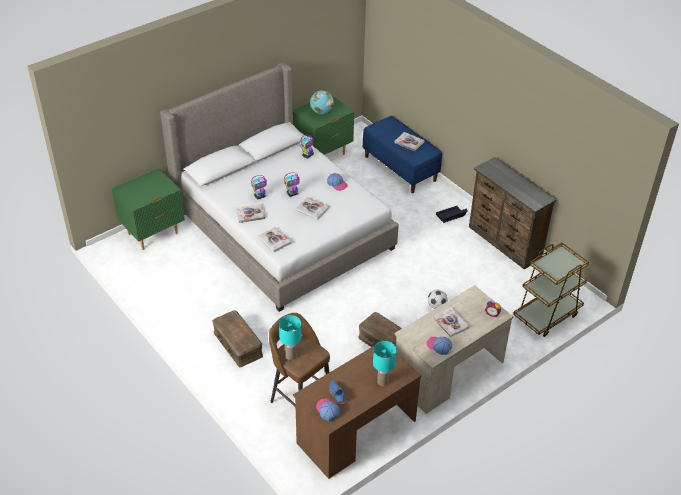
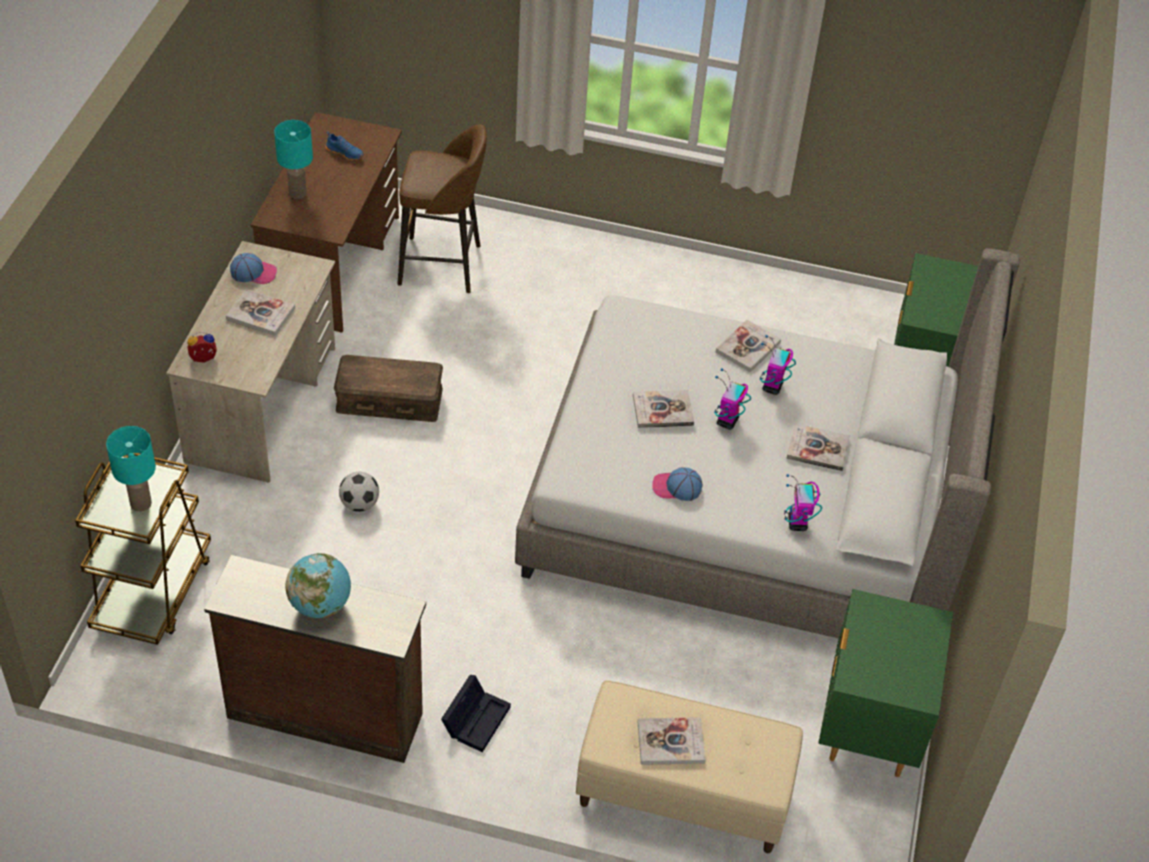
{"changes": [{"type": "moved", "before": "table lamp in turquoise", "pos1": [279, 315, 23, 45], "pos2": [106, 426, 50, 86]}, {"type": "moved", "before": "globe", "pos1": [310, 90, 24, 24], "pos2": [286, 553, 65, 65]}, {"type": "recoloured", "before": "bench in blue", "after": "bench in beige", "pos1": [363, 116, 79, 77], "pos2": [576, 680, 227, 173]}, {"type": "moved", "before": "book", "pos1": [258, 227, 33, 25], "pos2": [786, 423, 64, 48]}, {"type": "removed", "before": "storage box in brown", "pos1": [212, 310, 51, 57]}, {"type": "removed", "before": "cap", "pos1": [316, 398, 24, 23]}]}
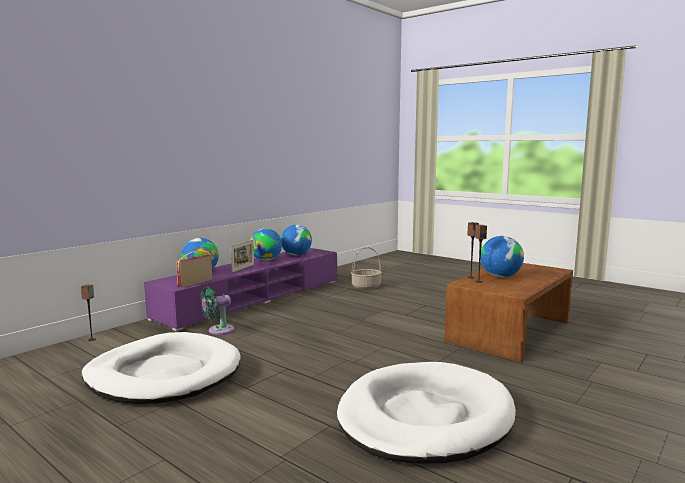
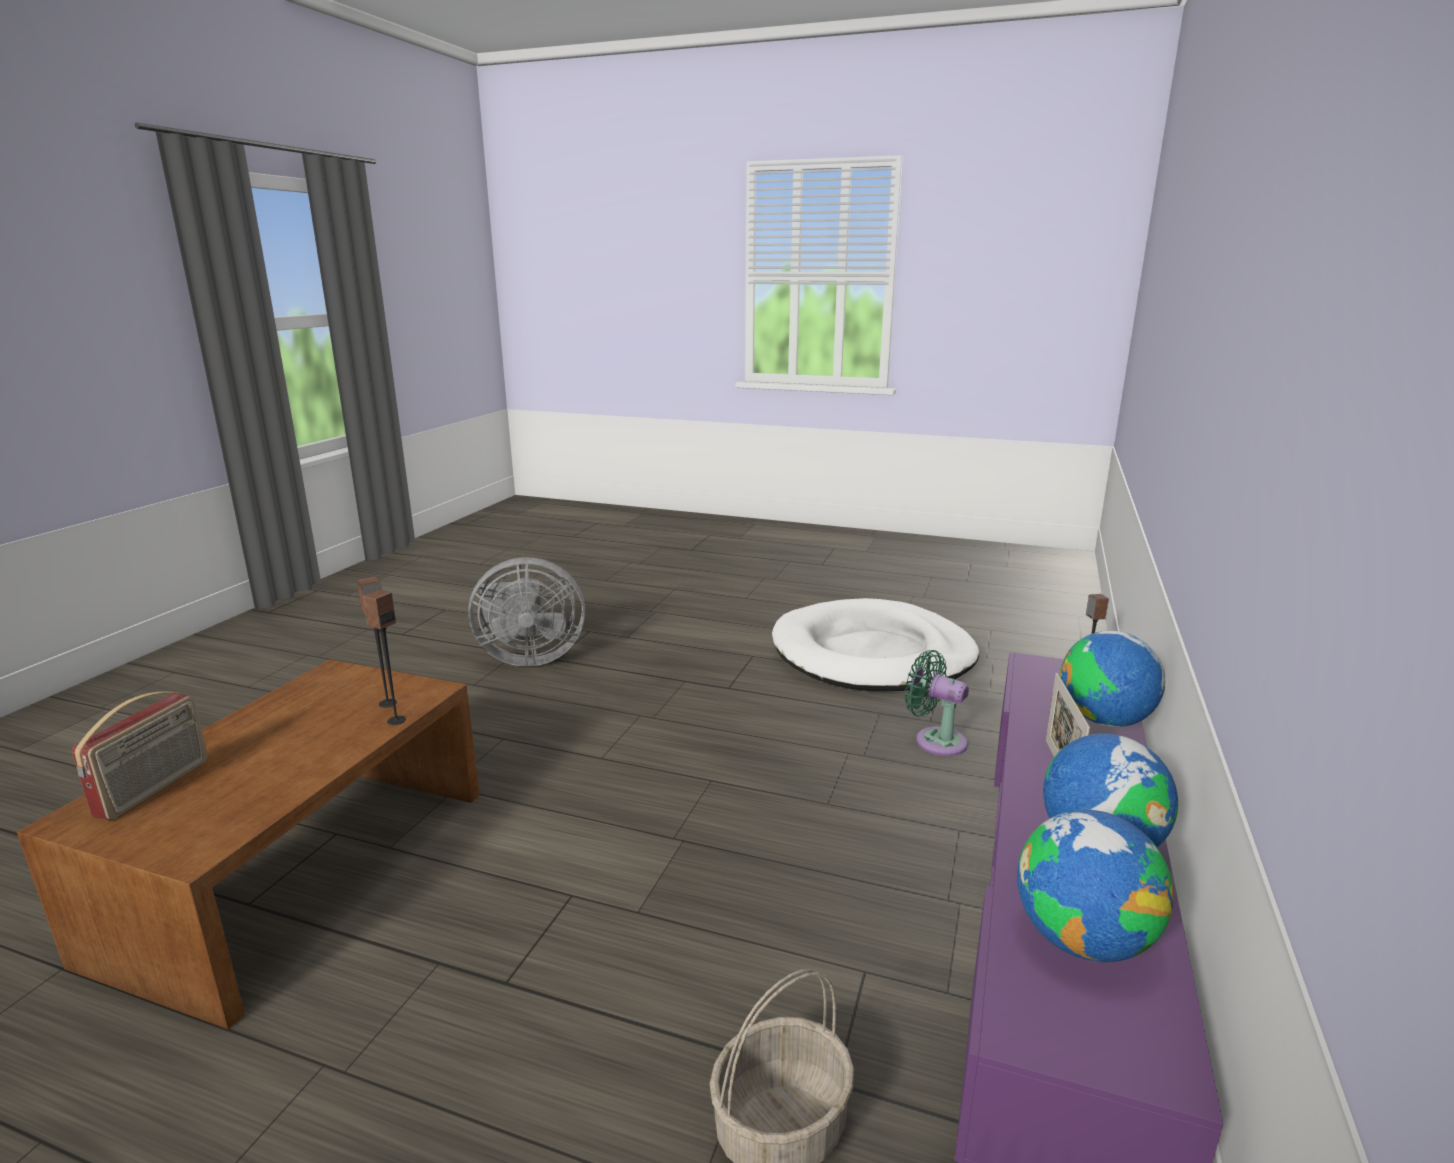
{"changes": [{"type": "moved", "before": "radio", "pos1": [176, 251, 36, 36], "pos2": [72, 691, 136, 129]}, {"type": "replaced", "before": "dog bed in white", "after": "fan in grey", "pos1": [337, 362, 179, 102], "pos2": [468, 557, 117, 109]}, {"type": "turned", "before": "fan in green", "pos1": [200, 286, 35, 49], "pos2": [905, 650, 64, 106], "turn": -90}, {"type": "removed", "before": "globe", "pos1": [481, 236, 43, 41]}]}
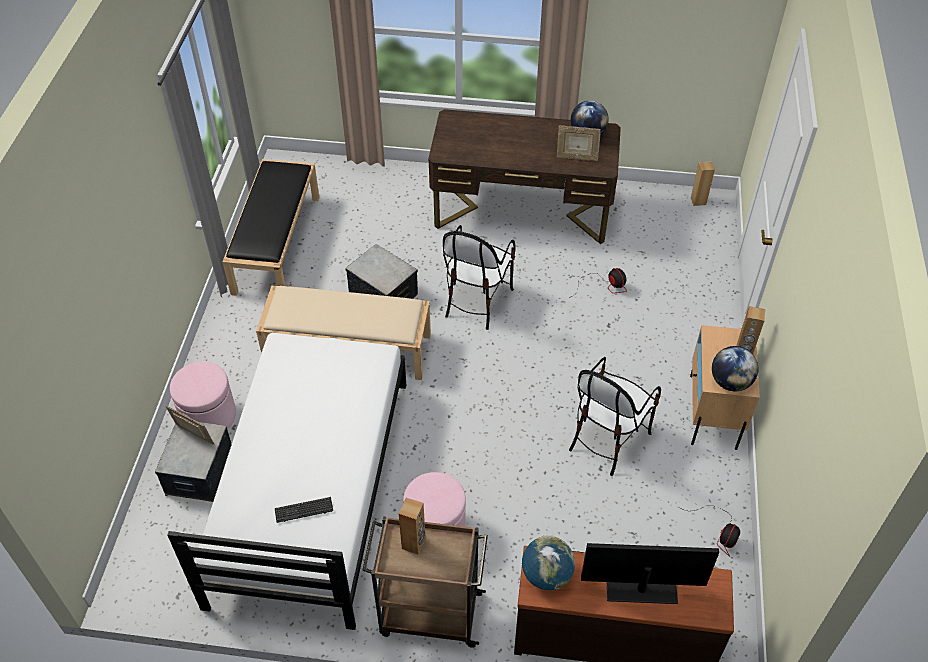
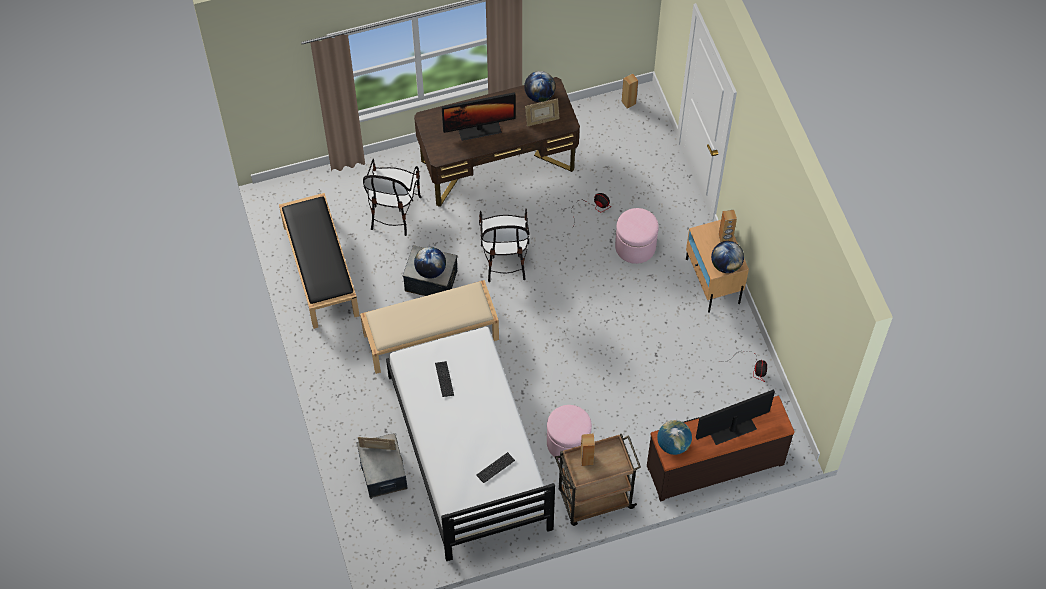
{"changes": [{"type": "moved", "before": "chair", "pos1": [569, 357, 92, 119], "pos2": [363, 159, 59, 77]}, {"type": "added", "after": "globe", "pos2": [414, 247, 32, 31]}, {"type": "added", "after": "keyboard", "pos2": [435, 361, 19, 36]}, {"type": "added", "after": "monitor", "pos2": [442, 92, 74, 49]}, {"type": "moved", "before": "ottoman in pink", "pos1": [170, 362, 66, 68], "pos2": [615, 208, 44, 56]}]}
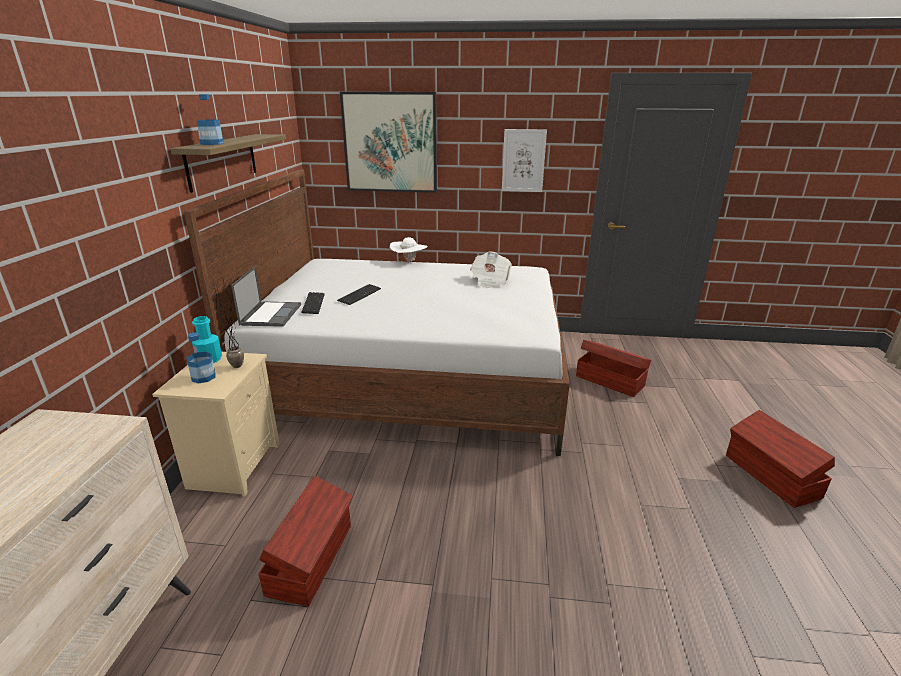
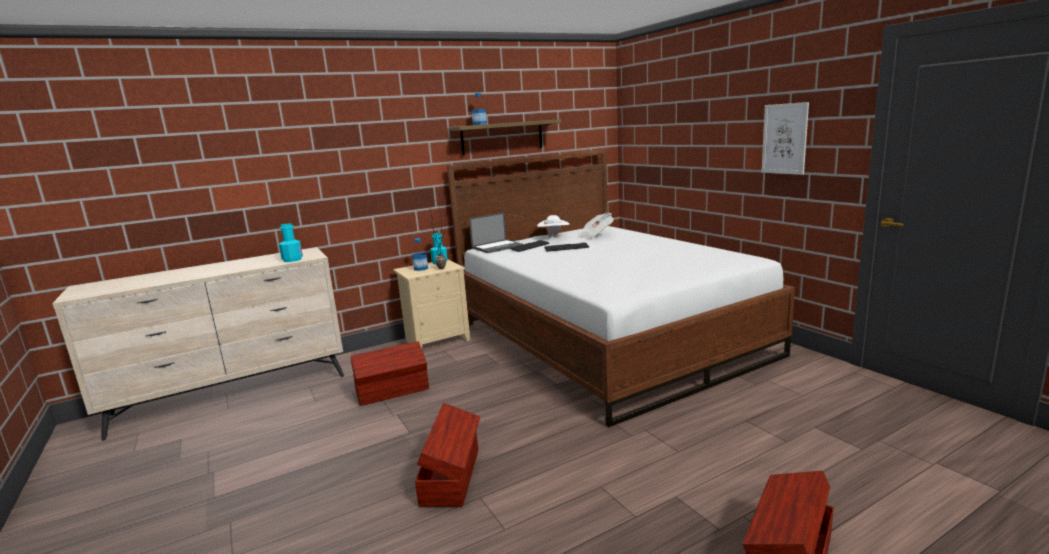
{"changes": [{"type": "added", "after": "bottle in turquoise", "pos2": [279, 224, 24, 38]}, {"type": "moved", "before": "storage box in brown", "pos1": [576, 340, 75, 57], "pos2": [415, 403, 65, 104]}, {"type": "moved", "before": "hat in white", "pos1": [390, 237, 38, 26], "pos2": [537, 215, 33, 23]}, {"type": "moved", "before": "newspaper", "pos1": [470, 252, 42, 36], "pos2": [577, 213, 37, 25]}, {"type": "removed", "before": "picture", "pos1": [340, 92, 97, 101]}]}
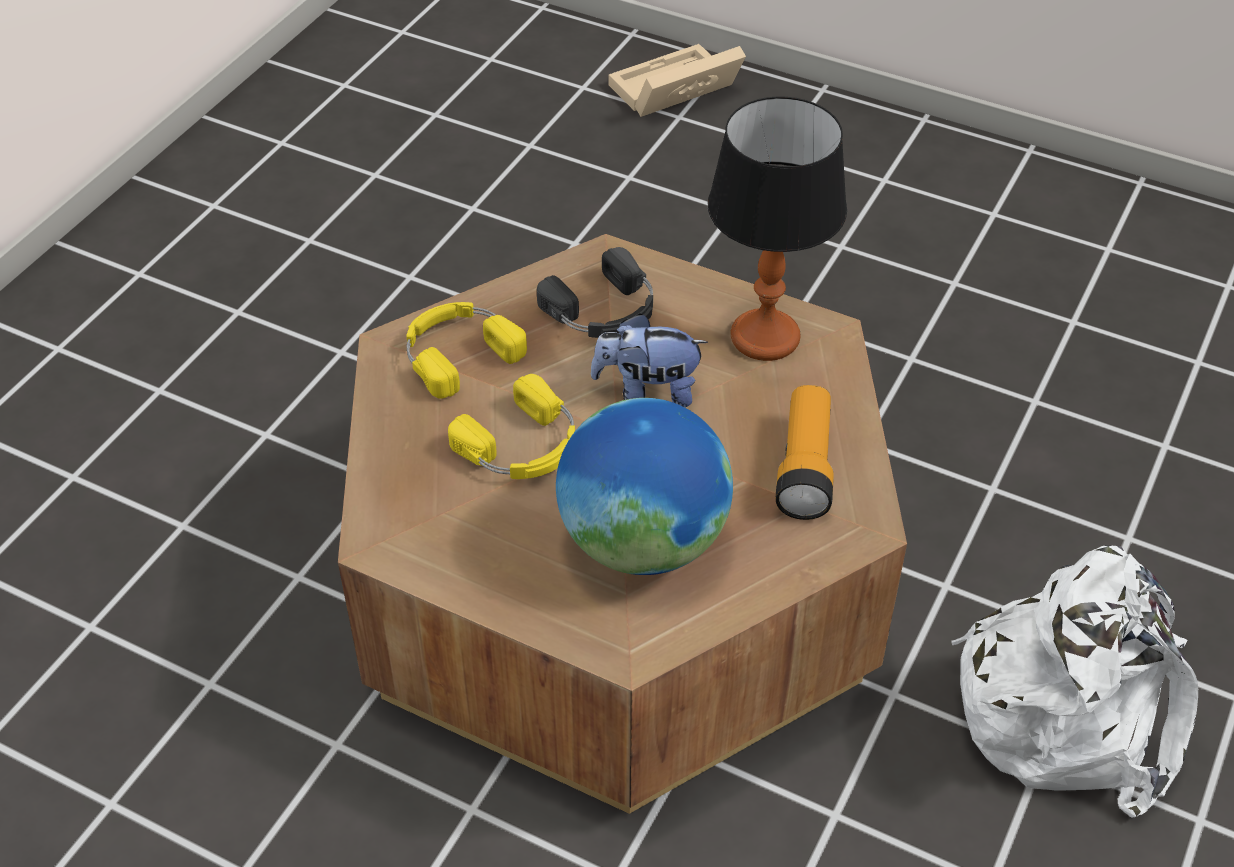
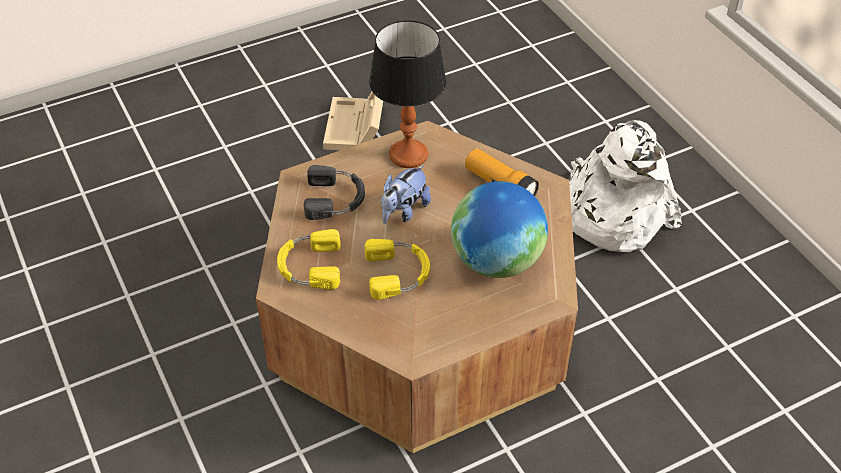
{"changes": [{"type": "moved", "before": "storage box in beige", "pos1": [609, 44, 137, 73], "pos2": [323, 92, 60, 58]}]}
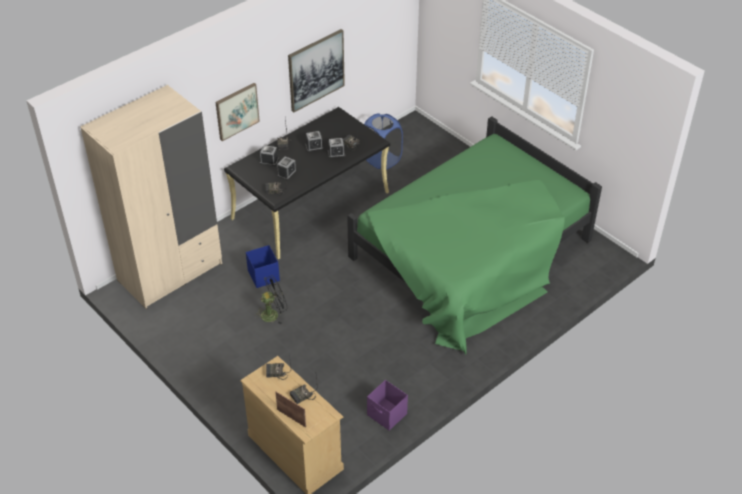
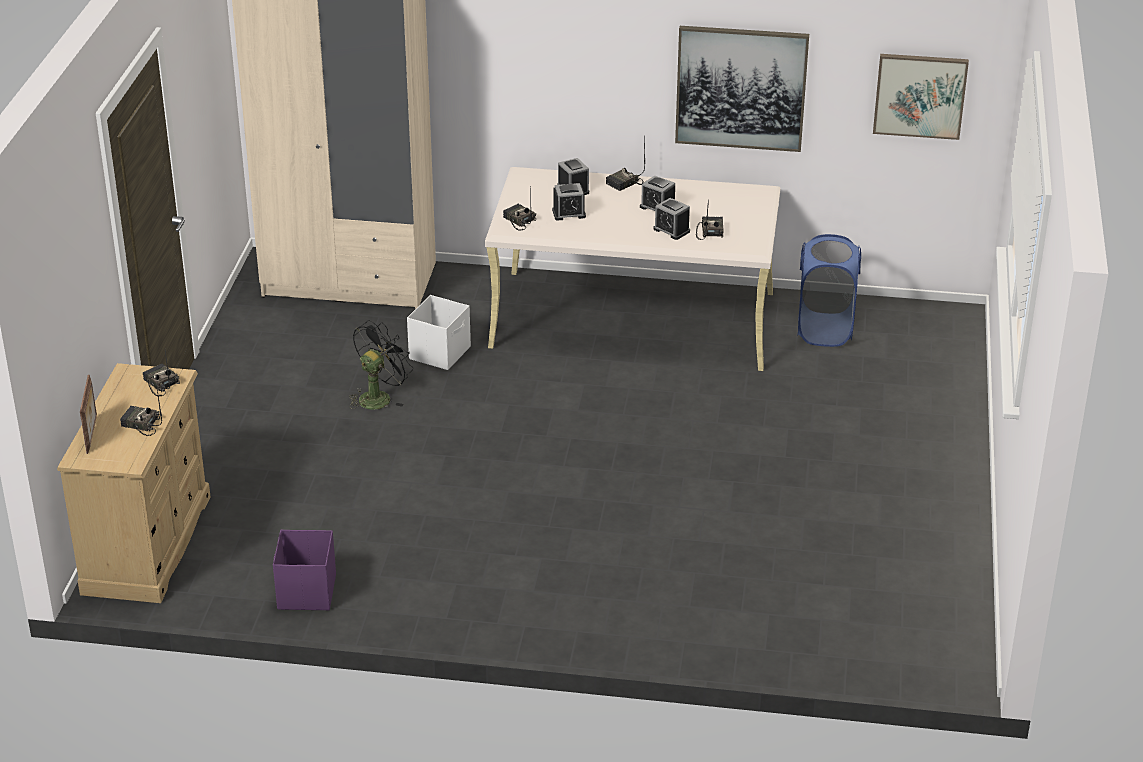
{"changes": [{"type": "turned", "before": "fan in black", "pos1": [255, 275, 33, 49], "pos2": [349, 320, 64, 90], "turn": -75}, {"type": "recoloured", "before": "storage box in blue", "after": "storage box in white", "pos1": [246, 245, 34, 43], "pos2": [407, 295, 64, 75]}, {"type": "recoloured", "before": "desk in black", "after": "desk in beige", "pos1": [224, 107, 166, 152], "pos2": [485, 167, 296, 204]}, {"type": "moved", "before": "picture", "pos1": [215, 83, 45, 58], "pos2": [873, 54, 96, 86]}, {"type": "removed", "before": "bed in green", "pos1": [347, 116, 255, 239]}]}
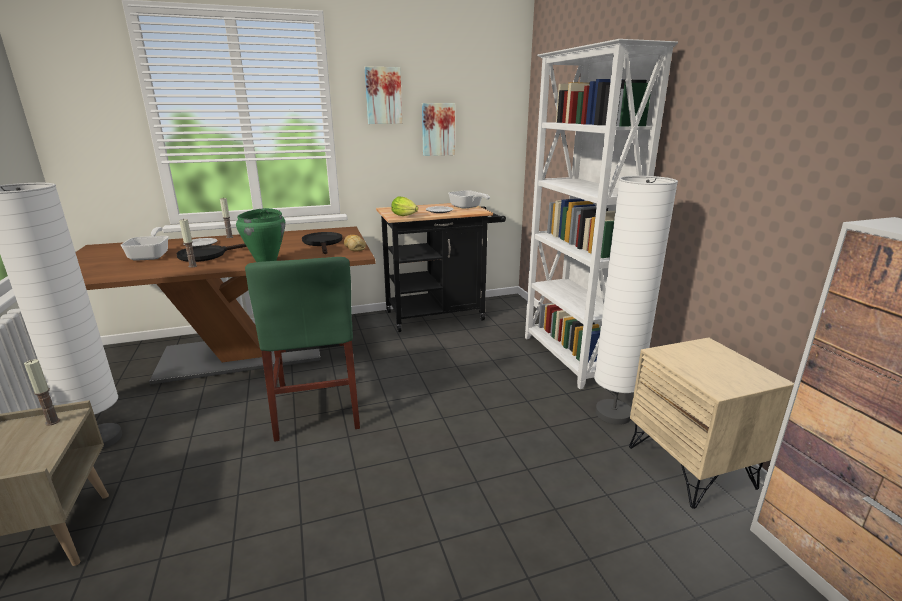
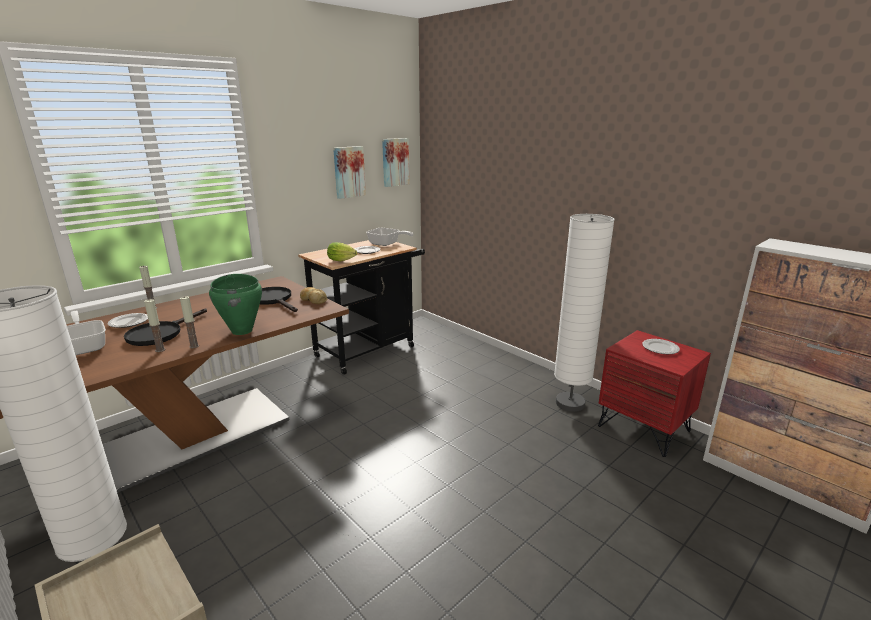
{"changes": [{"type": "moved", "before": "candle", "pos1": [24, 359, 36, 67], "pos2": [180, 296, 19, 52]}, {"type": "moved", "before": "picture", "pos1": [365, 66, 37, 58], "pos2": [382, 138, 27, 49]}, {"type": "recoloured", "before": "nightstand in beige", "after": "nightstand in red", "pos1": [629, 337, 165, 172], "pos2": [598, 330, 113, 127]}, {"type": "added", "after": "plate", "pos2": [642, 339, 38, 15]}, {"type": "removed", "before": "chair in green", "pos1": [245, 257, 115, 185]}, {"type": "removed", "before": "bookcase in white", "pos1": [525, 39, 153, 350]}]}
